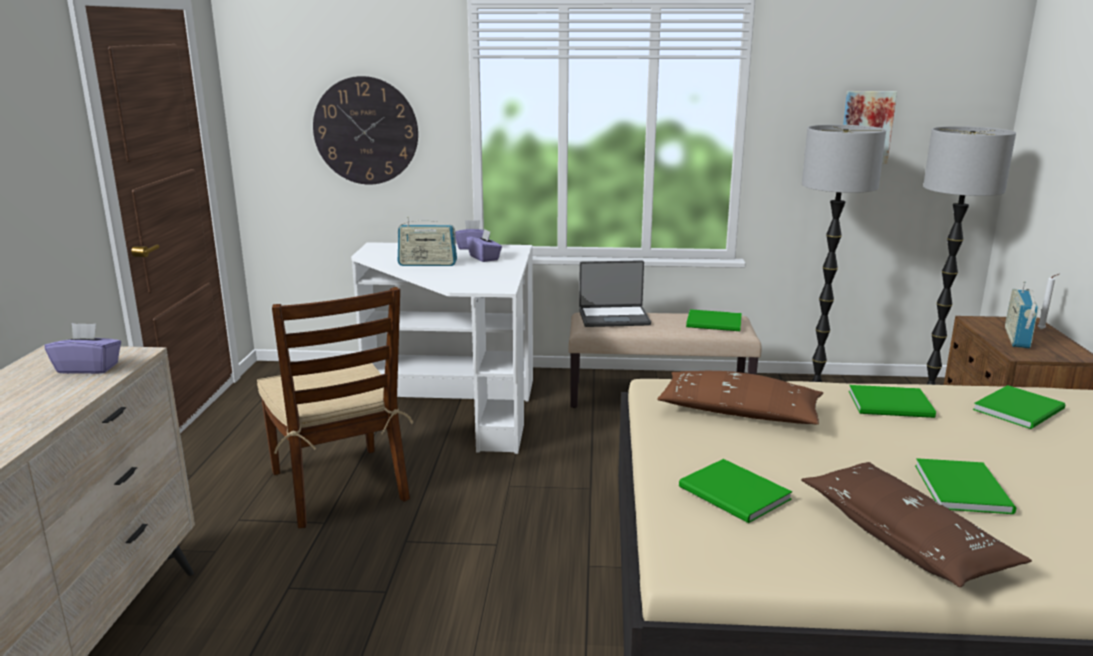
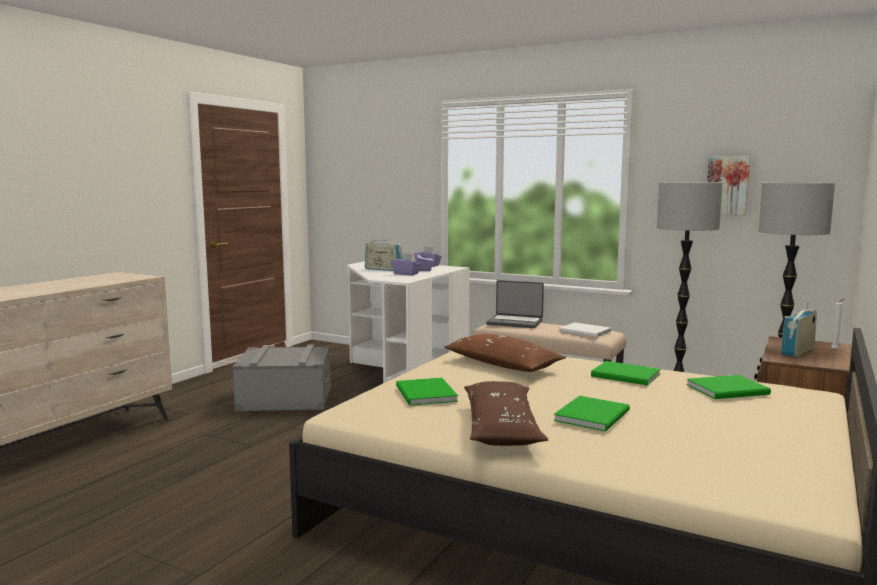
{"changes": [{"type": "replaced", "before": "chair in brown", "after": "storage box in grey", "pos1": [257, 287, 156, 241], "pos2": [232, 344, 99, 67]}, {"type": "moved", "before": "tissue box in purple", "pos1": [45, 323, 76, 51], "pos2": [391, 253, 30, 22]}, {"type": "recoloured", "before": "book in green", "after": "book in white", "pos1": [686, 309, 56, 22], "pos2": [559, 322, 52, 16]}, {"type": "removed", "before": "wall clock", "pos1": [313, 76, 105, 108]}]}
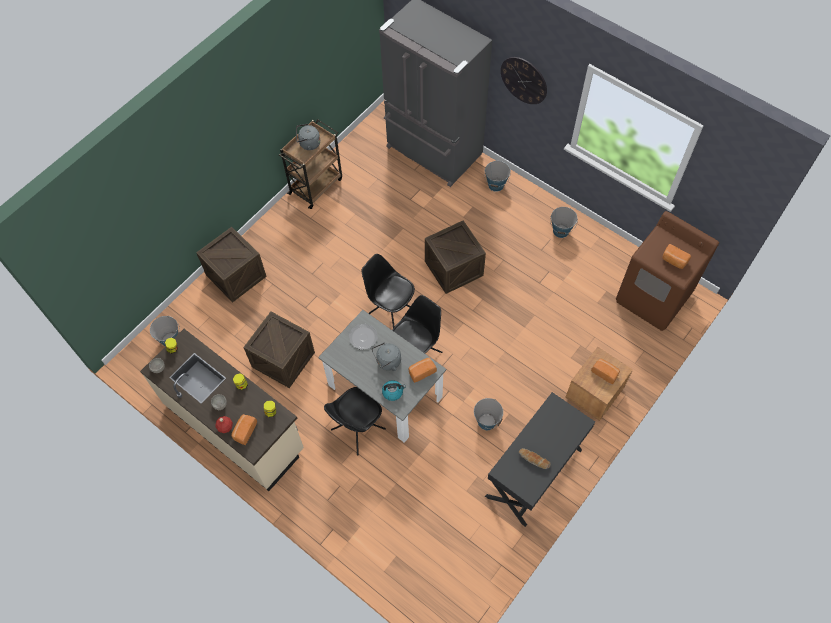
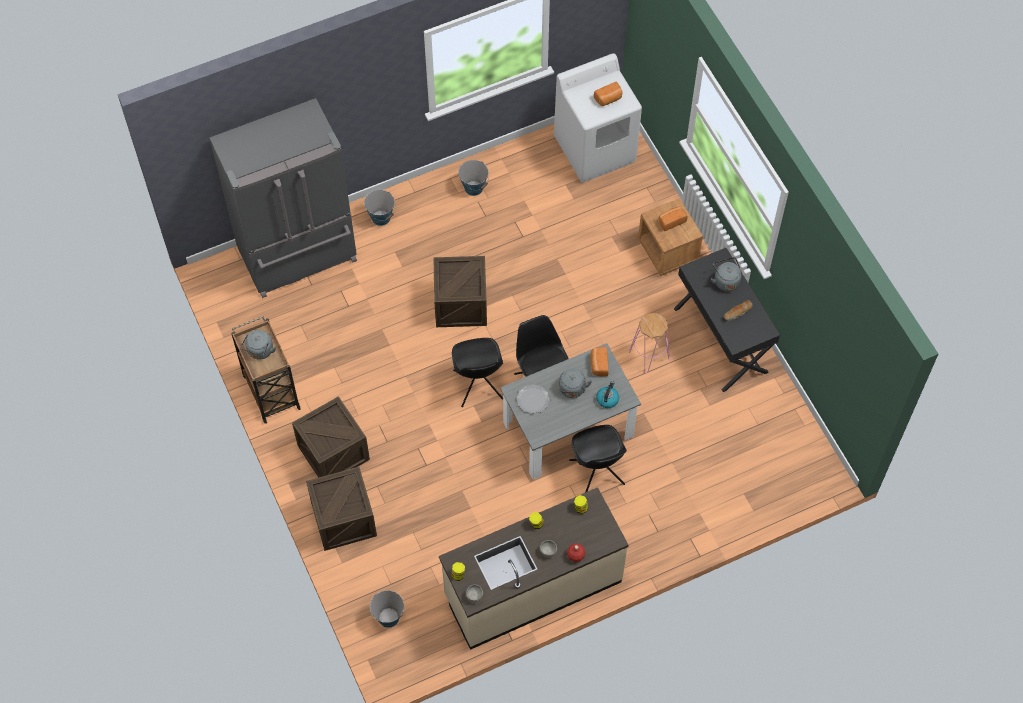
{"changes": [{"type": "moved", "before": "crate", "pos1": [243, 312, 72, 76], "pos2": [292, 396, 78, 82]}, {"type": "turned", "before": "chair in black", "pos1": [361, 254, 54, 74], "pos2": [452, 338, 51, 69], "turn": -75}, {"type": "recoloured", "before": "washing machine in brown", "after": "washing machine in white", "pos1": [616, 211, 103, 120], "pos2": [554, 53, 88, 130]}, {"type": "replaced", "before": "bucket", "after": "stool in pink", "pos1": [474, 398, 29, 32], "pos2": [629, 313, 41, 60]}, {"type": "added", "after": "kettle in grey", "pos2": [711, 257, 30, 34]}, {"type": "removed", "before": "bread", "pos1": [231, 414, 26, 31]}, {"type": "removed", "before": "wall clock", "pos1": [501, 57, 46, 47]}]}
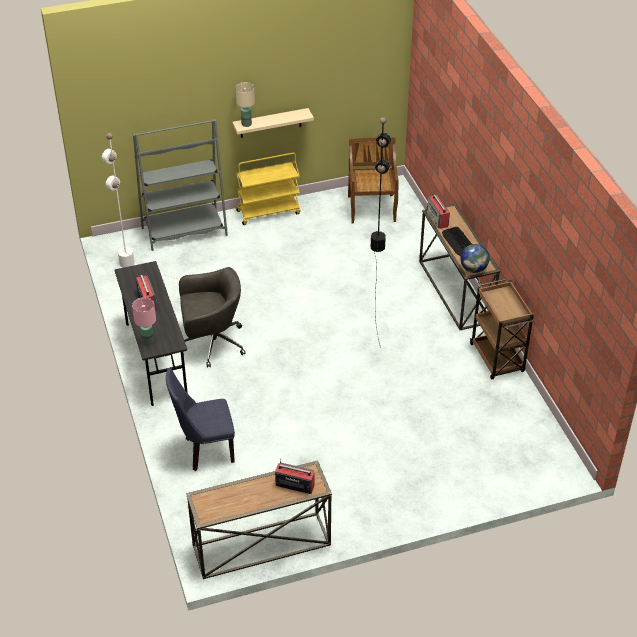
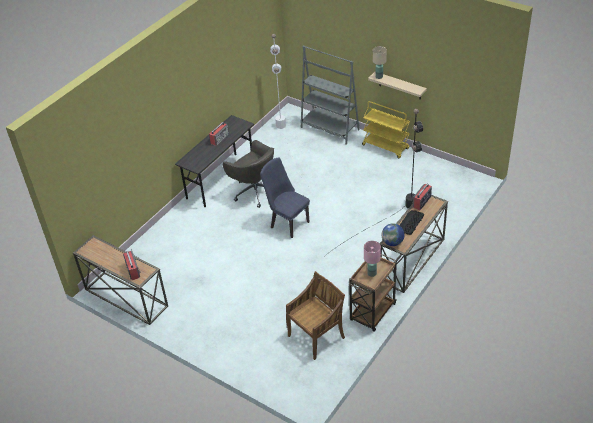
{"changes": [{"type": "moved", "before": "chair in blue", "pos1": [166, 368, 69, 103], "pos2": [260, 157, 50, 81]}, {"type": "moved", "before": "chair in brown", "pos1": [348, 137, 51, 86], "pos2": [286, 271, 59, 89]}, {"type": "moved", "before": "table lamp in pink", "pos1": [132, 297, 24, 48], "pos2": [364, 241, 17, 36]}]}
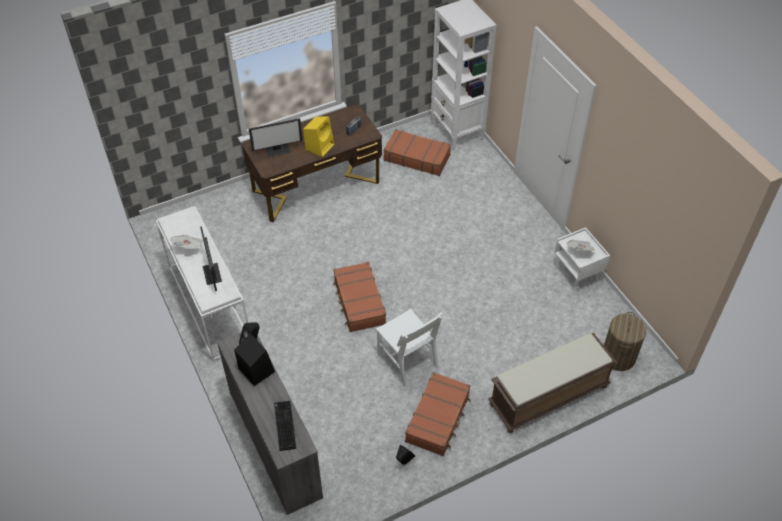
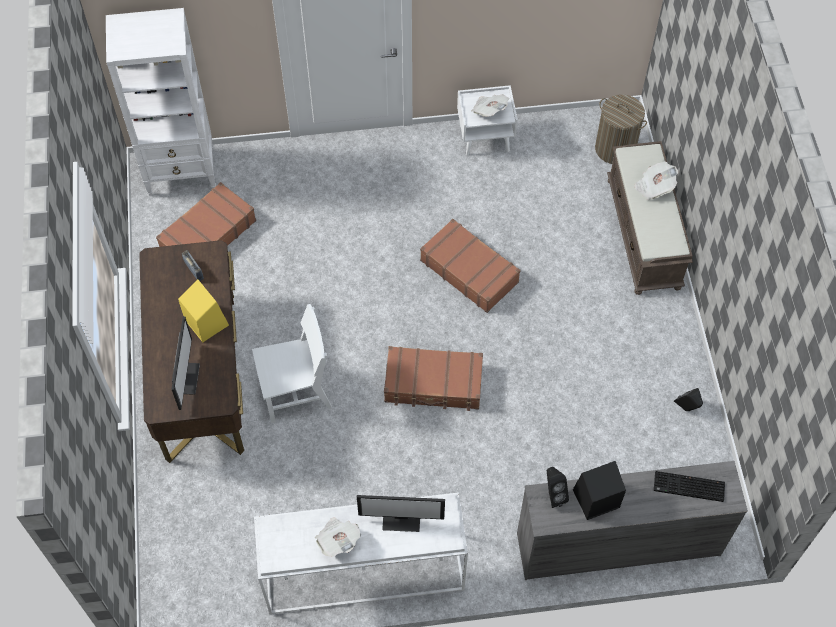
{"changes": [{"type": "moved", "before": "chair in white", "pos1": [375, 309, 67, 78], "pos2": [252, 304, 80, 119]}, {"type": "moved", "before": "suitcase in brown", "pos1": [405, 372, 66, 84], "pos2": [420, 219, 101, 94]}, {"type": "added", "after": "newspaper", "pos2": [634, 162, 45, 39]}]}
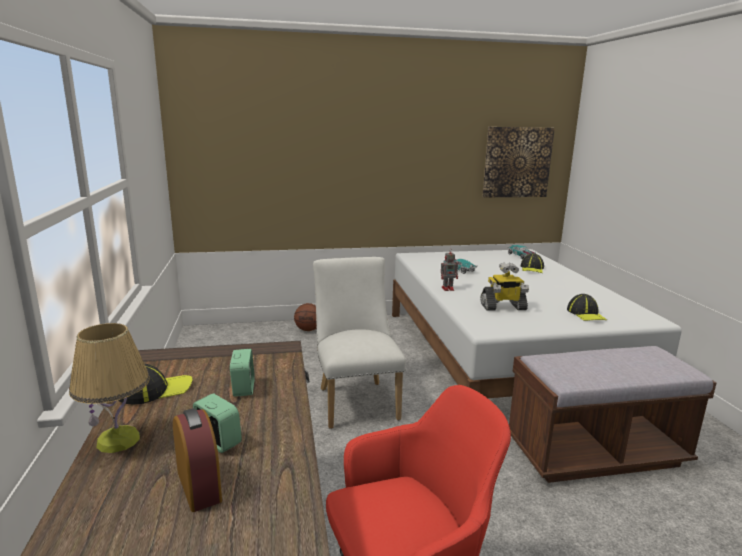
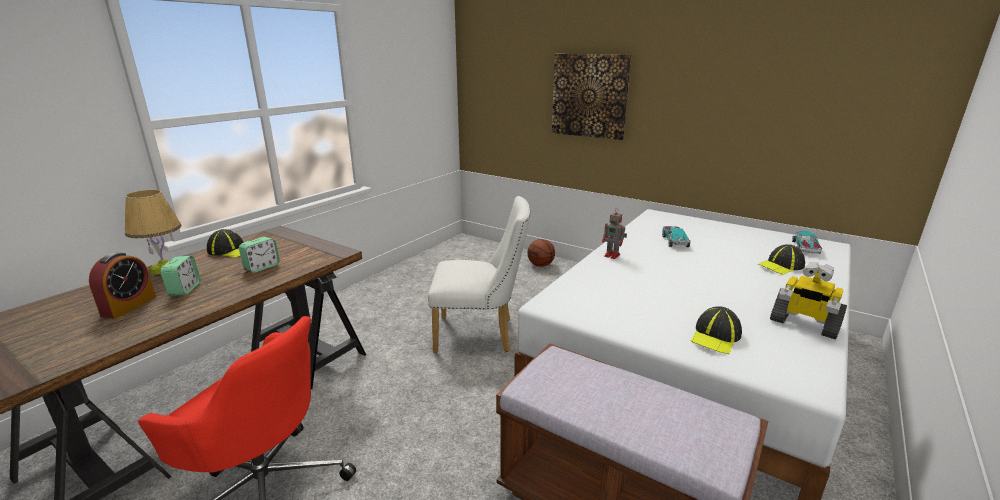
{"changes": [{"type": "turned", "before": "chair in white", "pos1": [313, 257, 93, 172], "pos2": [428, 196, 102, 157], "turn": 60}, {"type": "moved", "before": "picture", "pos1": [482, 127, 73, 70], "pos2": [552, 54, 80, 86]}, {"type": "moved", "before": "toy robot", "pos1": [481, 263, 48, 48], "pos2": [770, 262, 77, 78]}]}
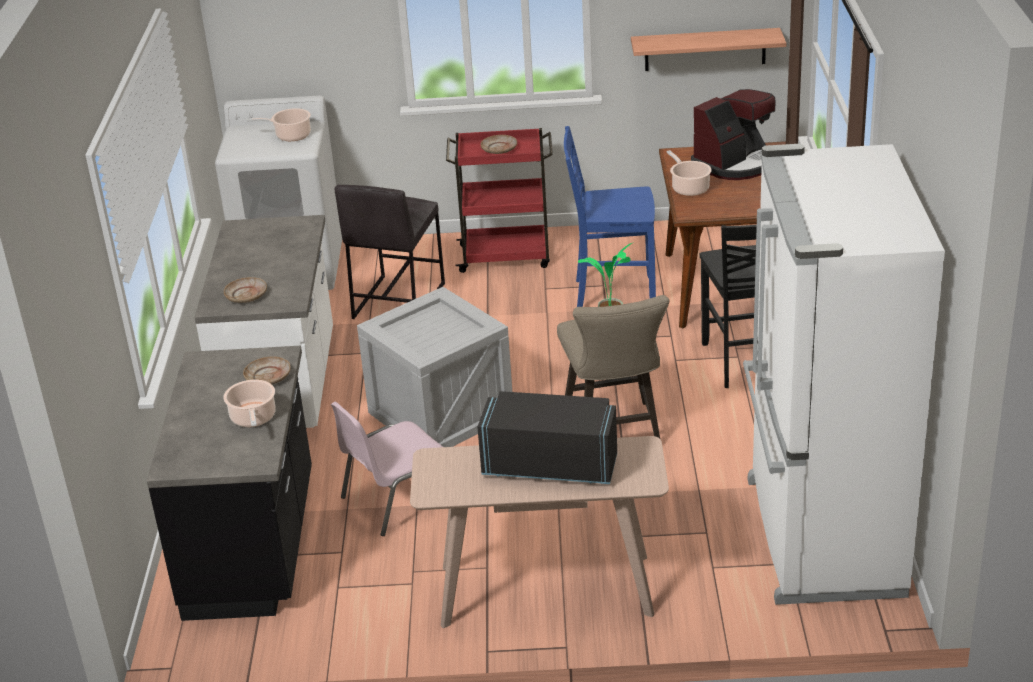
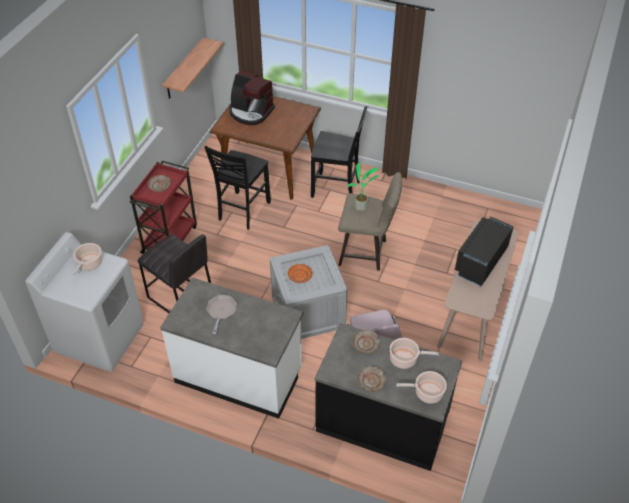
{"changes": [{"type": "recoloured", "before": "chair in blue", "after": "chair in black", "pos1": [564, 126, 92, 181], "pos2": [204, 146, 67, 84]}, {"type": "added", "after": "frying pan", "pos2": [206, 295, 31, 39]}, {"type": "turned", "before": "coffee machine", "pos1": [691, 89, 85, 91], "pos2": [229, 70, 46, 55], "turn": 135}, {"type": "added", "after": "plate in orange", "pos2": [288, 264, 25, 19]}, {"type": "moved", "before": "plate in beige", "pos1": [224, 277, 43, 26], "pos2": [358, 366, 28, 25]}, {"type": "moved", "before": "cooking pot", "pos1": [666, 150, 46, 46], "pos2": [396, 371, 51, 33]}, {"type": "removed", "before": "fridge in white", "pos1": [743, 144, 202, 461]}]}
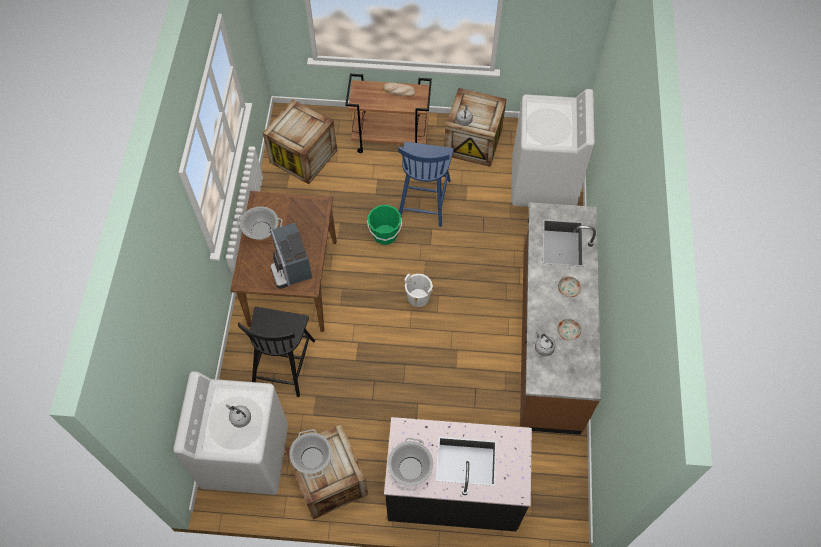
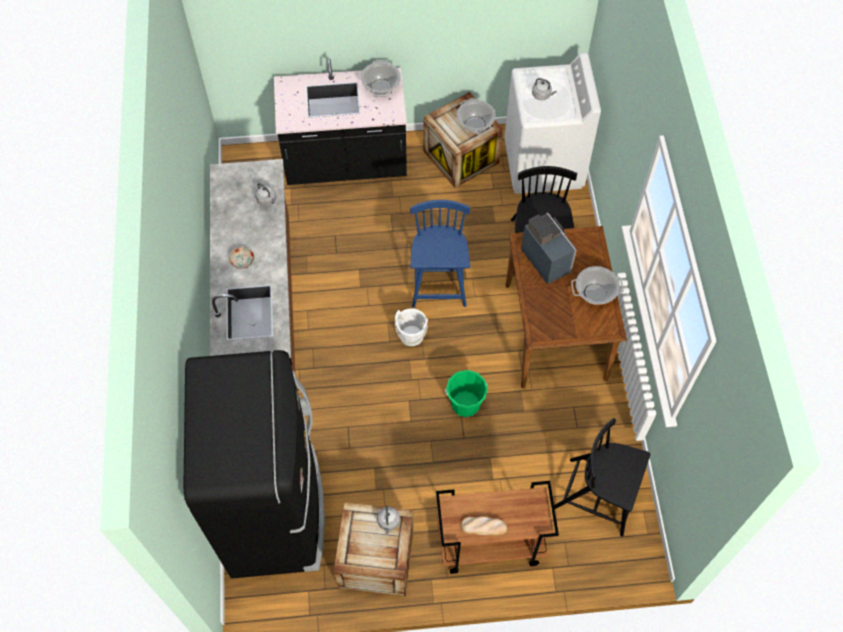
{"changes": [{"type": "replaced", "before": "washing machine in white", "after": "fridge in black", "pos1": [511, 89, 84, 118], "pos2": [184, 350, 141, 229]}, {"type": "moved", "before": "chair in blue", "pos1": [398, 142, 56, 85], "pos2": [410, 200, 60, 107]}, {"type": "replaced", "before": "crate", "after": "chair in black", "pos1": [263, 100, 74, 84], "pos2": [554, 418, 97, 119]}, {"type": "removed", "before": "plate", "pos1": [557, 319, 24, 22]}]}
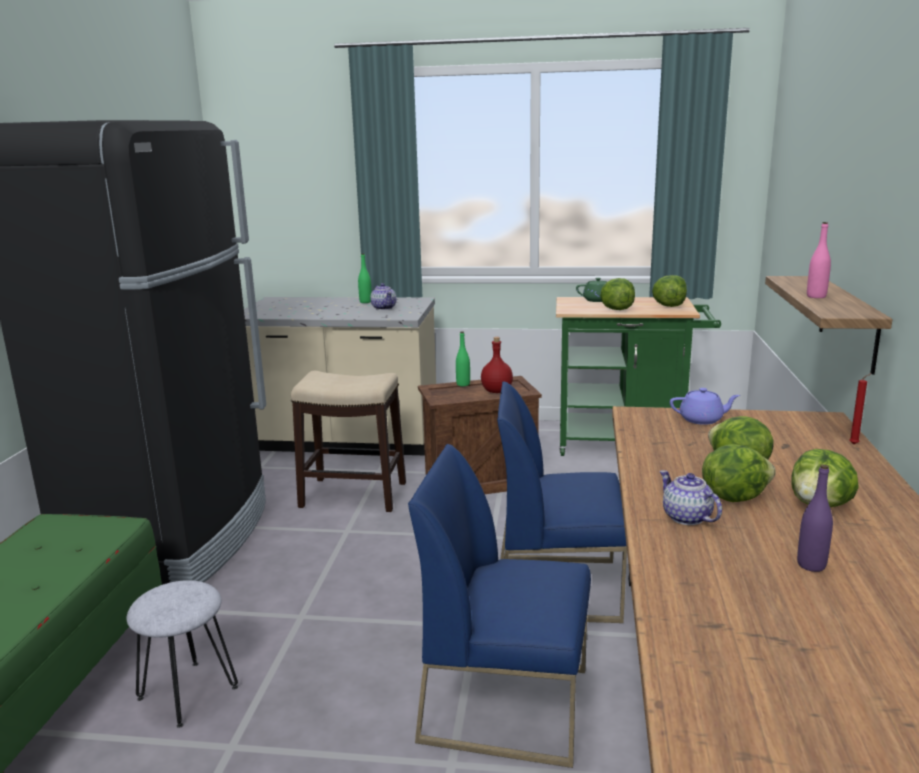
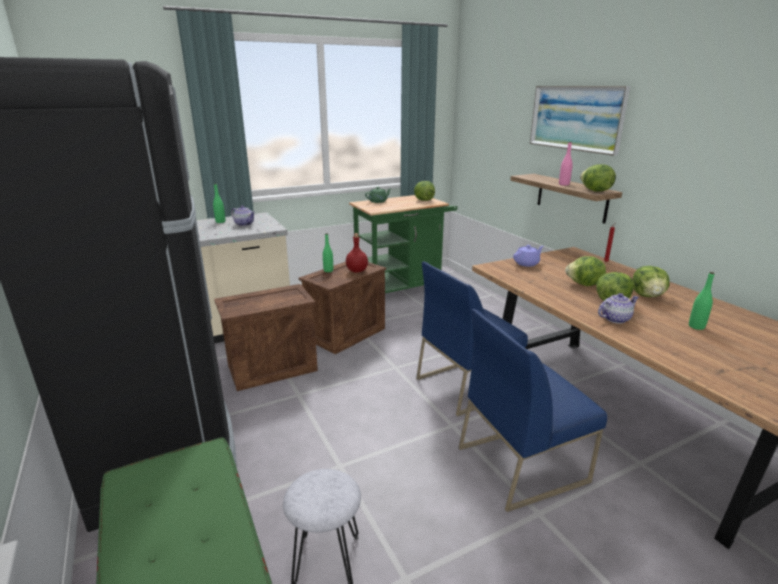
{"changes": [{"type": "replaced", "before": "stool", "after": "crate", "pos1": [291, 371, 115, 141], "pos2": [214, 284, 104, 107]}, {"type": "added", "after": "picture", "pos2": [530, 86, 100, 70]}, {"type": "moved", "before": "lettuce", "pos1": [600, 278, 35, 32], "pos2": [580, 164, 36, 28]}, {"type": "turned", "before": "teapot", "pos1": [659, 470, 63, 55], "pos2": [598, 293, 41, 31], "turn": 135}, {"type": "recoloured", "before": "bottle in purple", "after": "bottle in green", "pos1": [797, 464, 36, 108], "pos2": [689, 272, 25, 58]}]}
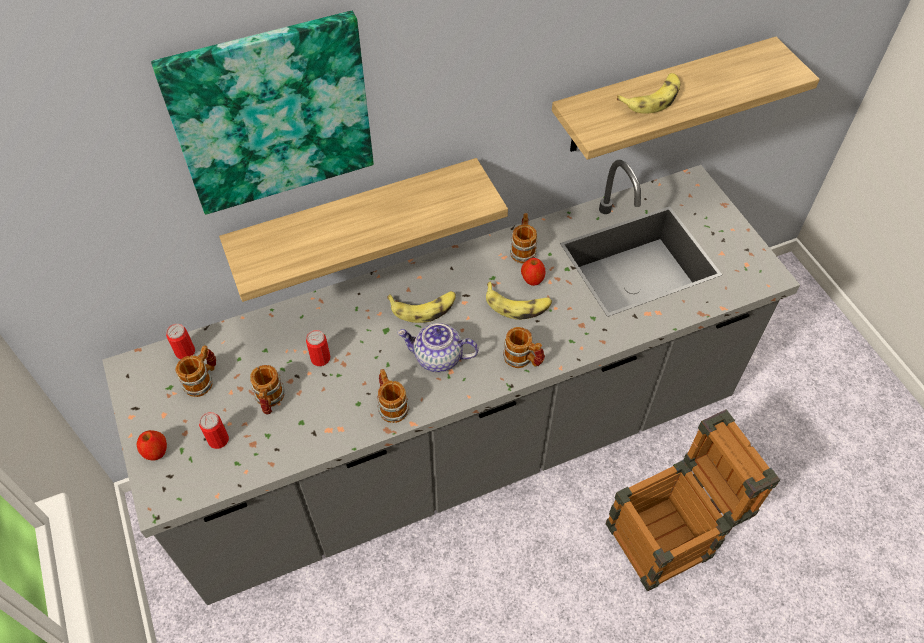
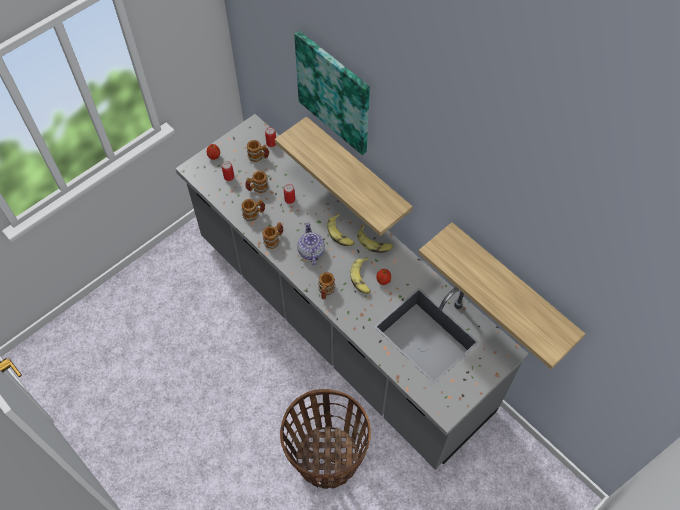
{"changes": [{"type": "moved", "before": "mug", "pos1": [510, 213, 27, 50], "pos2": [241, 199, 24, 22]}, {"type": "replaced", "before": "crate", "after": "basket", "pos1": [606, 409, 174, 183], "pos2": [280, 389, 91, 100]}, {"type": "moved", "before": "banana", "pos1": [617, 73, 63, 41], "pos2": [357, 225, 36, 28]}]}
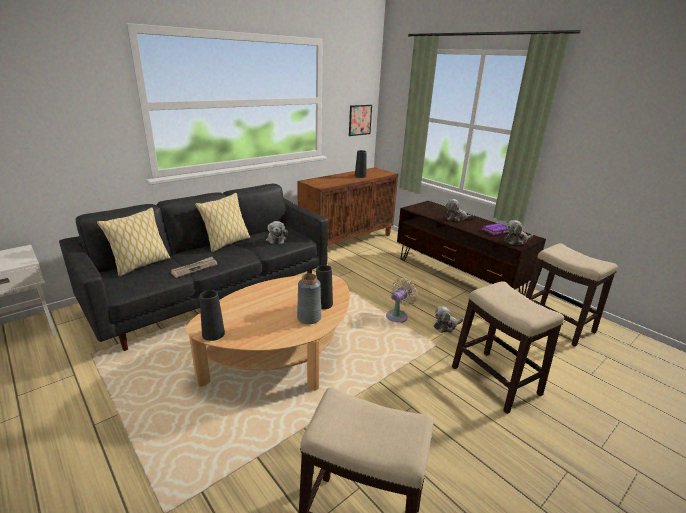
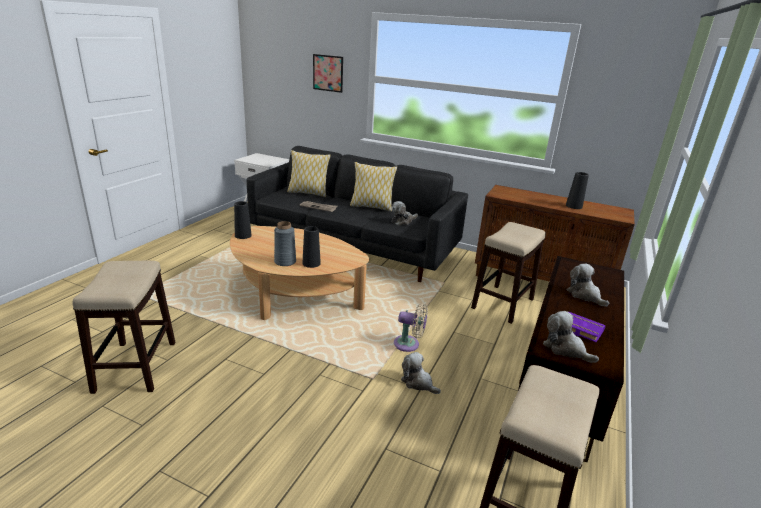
{"changes": [{"type": "moved", "before": "picture", "pos1": [349, 105, 23, 31], "pos2": [313, 54, 30, 39]}, {"type": "moved", "before": "stool", "pos1": [452, 281, 112, 133], "pos2": [471, 222, 75, 102]}]}
